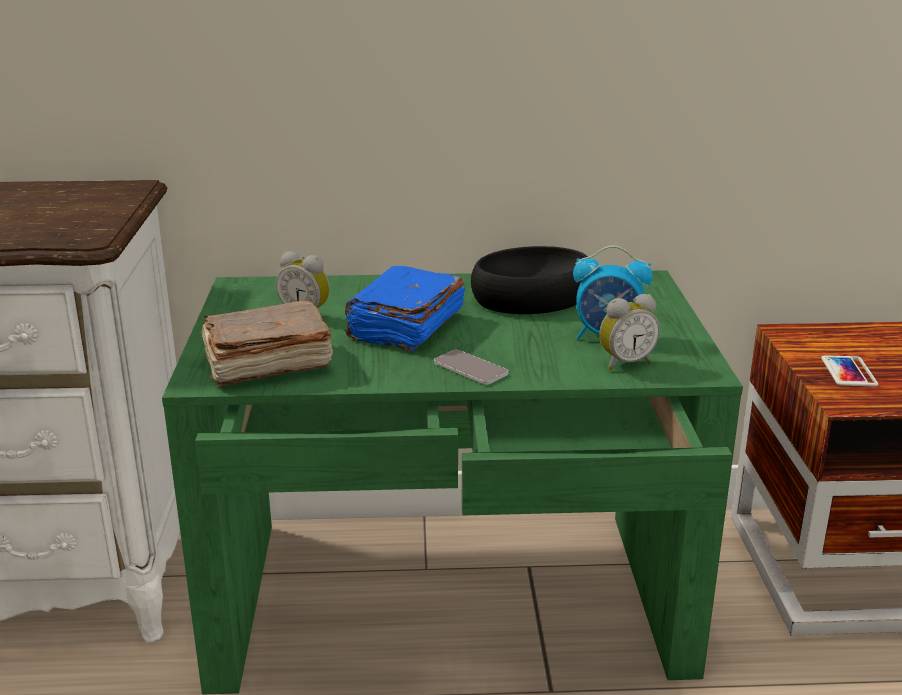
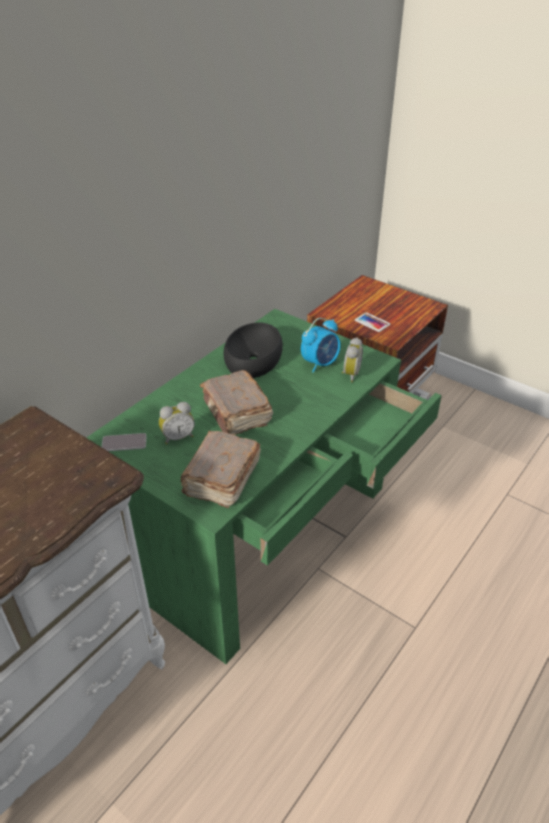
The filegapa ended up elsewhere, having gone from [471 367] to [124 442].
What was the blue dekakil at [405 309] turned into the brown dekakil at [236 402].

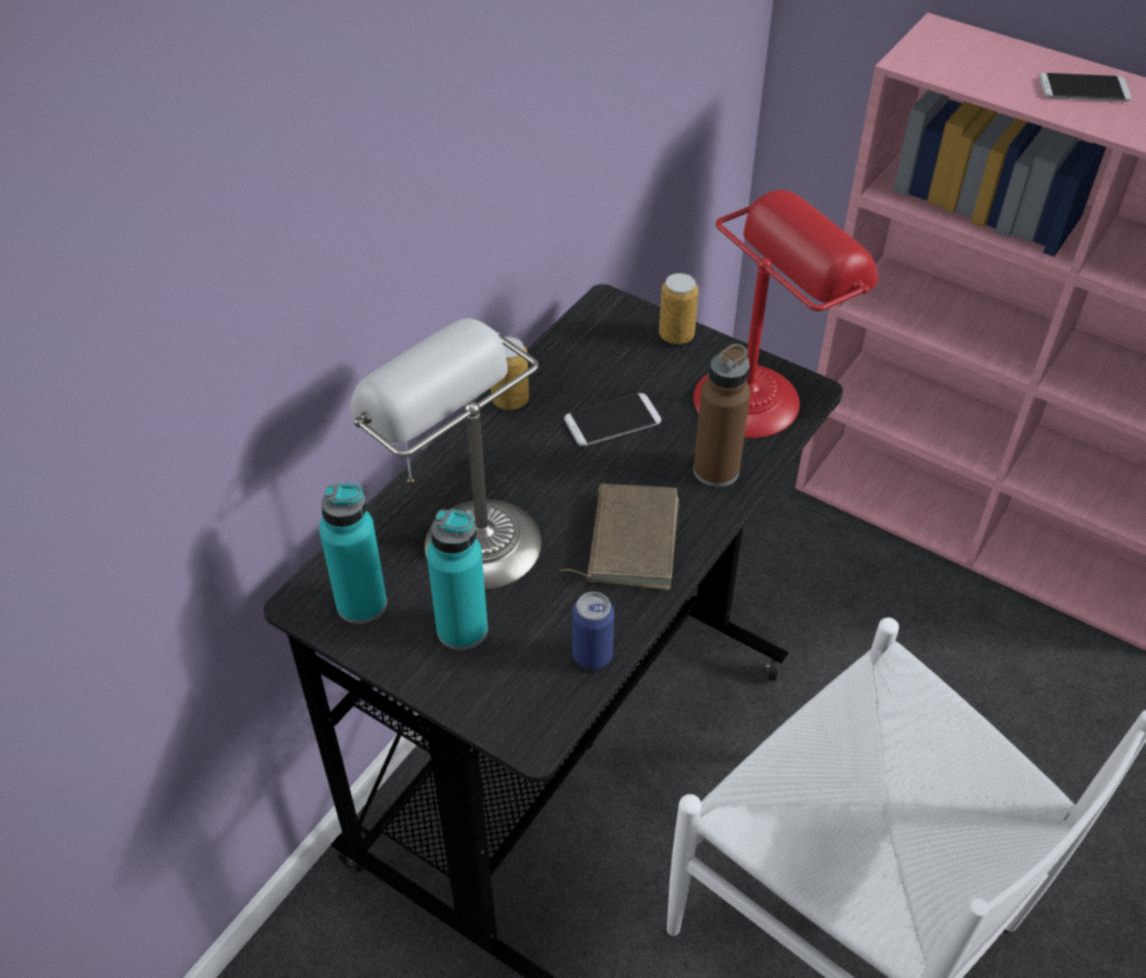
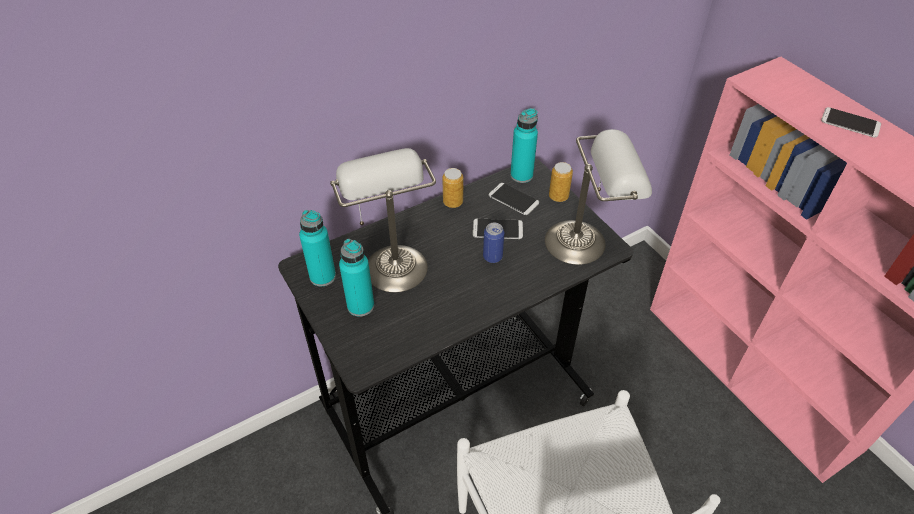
The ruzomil ended up elsewhere, having gone from [593 631] to [493 243].
The second view gained the filegapa at [514 199].
The second view gained the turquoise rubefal at [524 145].
What was the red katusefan at [785 314] turned into the white katusefan at [598 197].
The second view lost the brown dekakil at [620 537].
The second view lost the brown rubefal at [721 415].

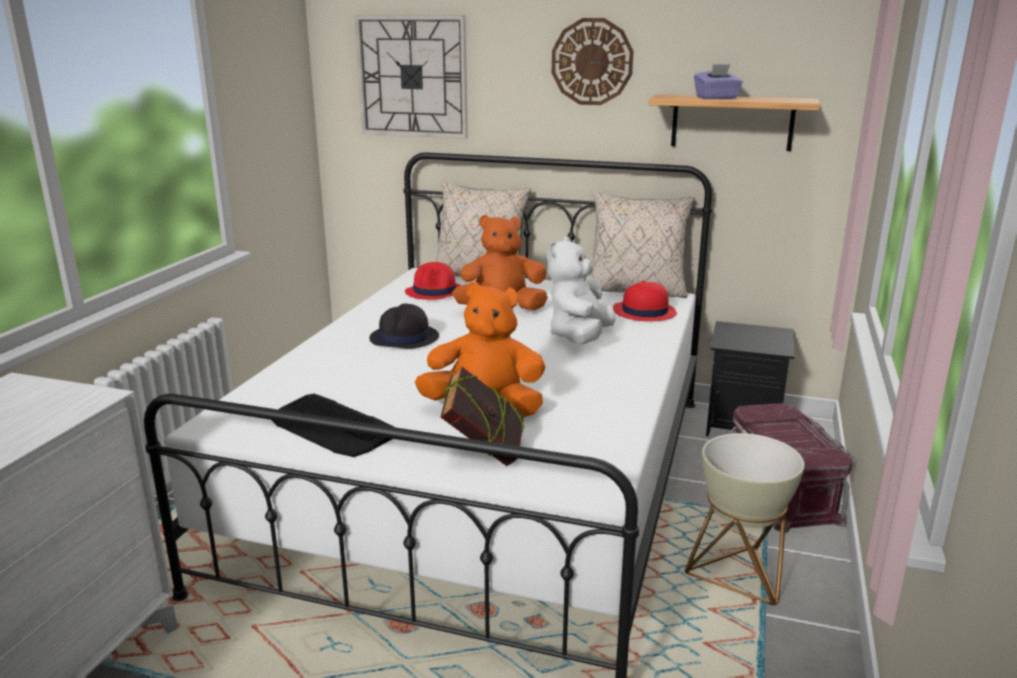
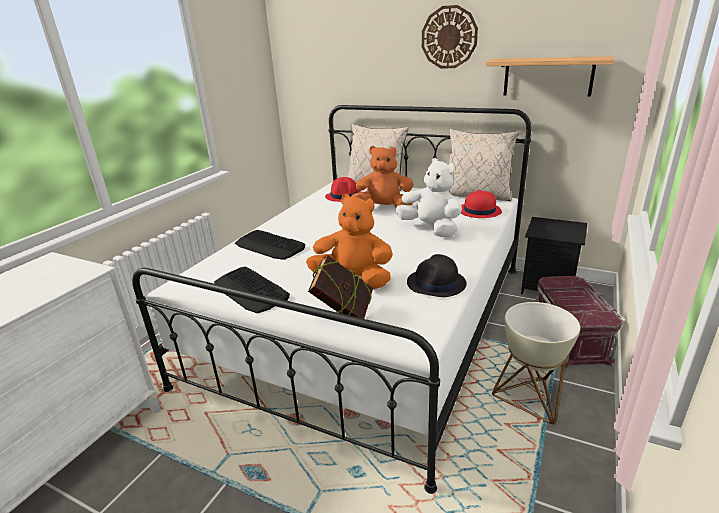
The second view gained the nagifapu at [270 245].
The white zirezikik at [581 290] ended up facing another way, 105 degrees clockwise from before.
The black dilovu ended up elsewhere, having gone from [404 326] to [437 275].
The second view lost the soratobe at [411 77].
The second view lost the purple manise at [718 81].

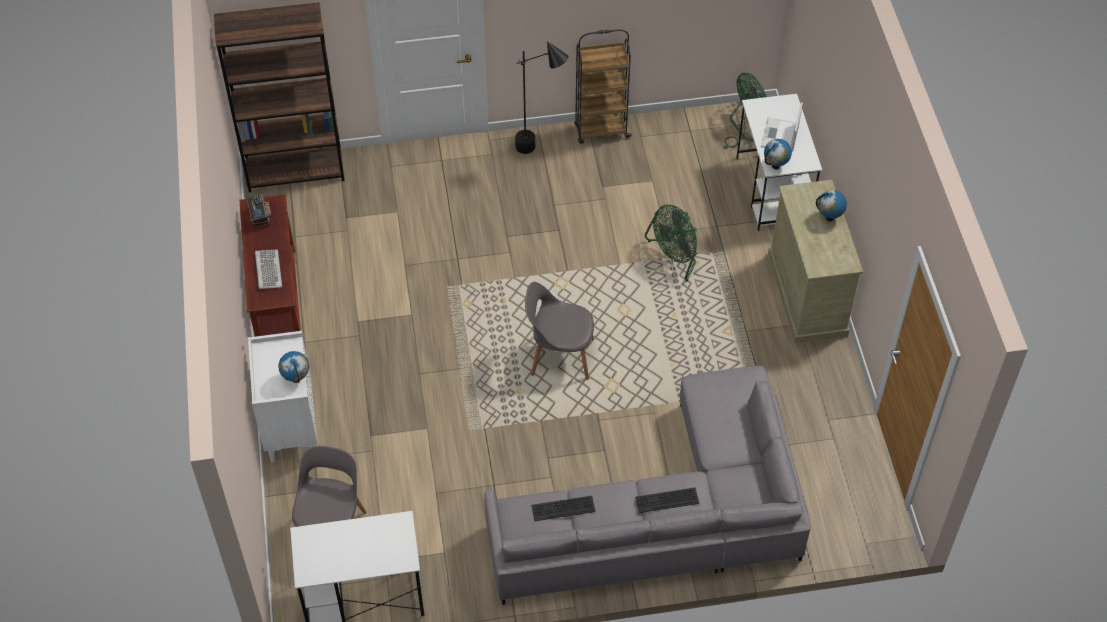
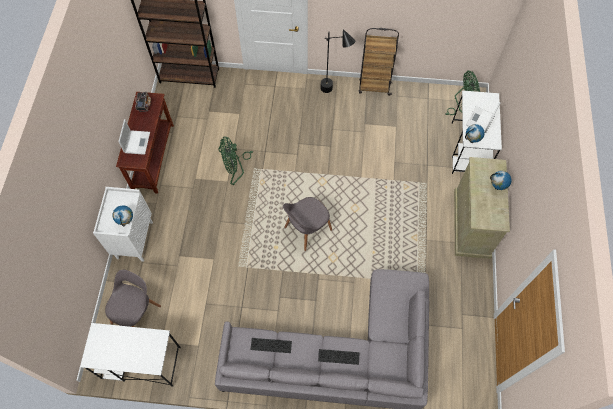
Where the nagifapu stood at [268 269], the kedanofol came to stand at [134 137].
The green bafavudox ended up elsewhere, having gone from [671 243] to [236 160].
The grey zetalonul at [559 331] ended up facing another way, 60 degrees counterclockwise from before.

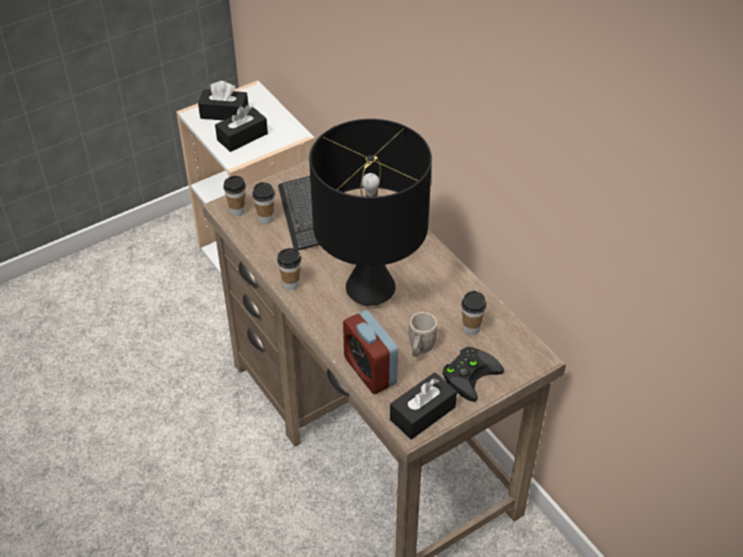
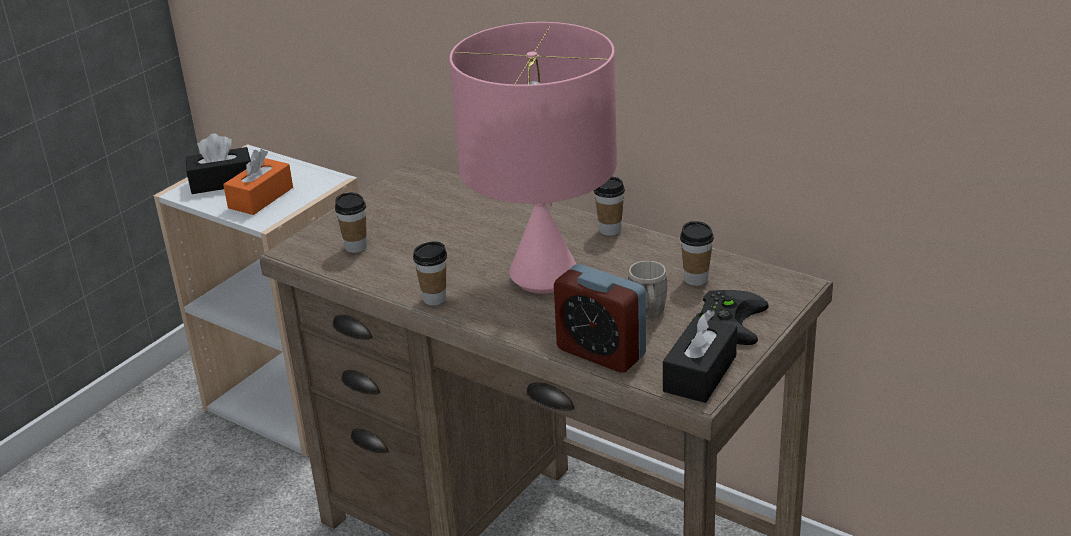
What was the black manise at [241 128] turned into the orange manise at [258 182].
What was the black katusefan at [370 212] turned into the pink katusefan at [533 158].
The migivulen ended up elsewhere, having gone from [234 196] to [609 206].
The second view lost the nagifapu at [299 213].

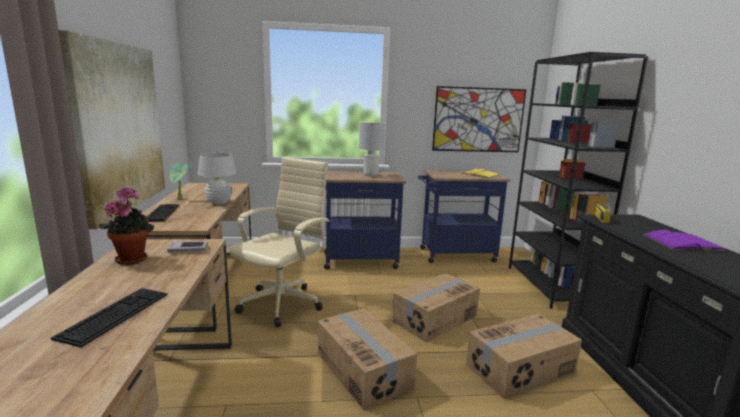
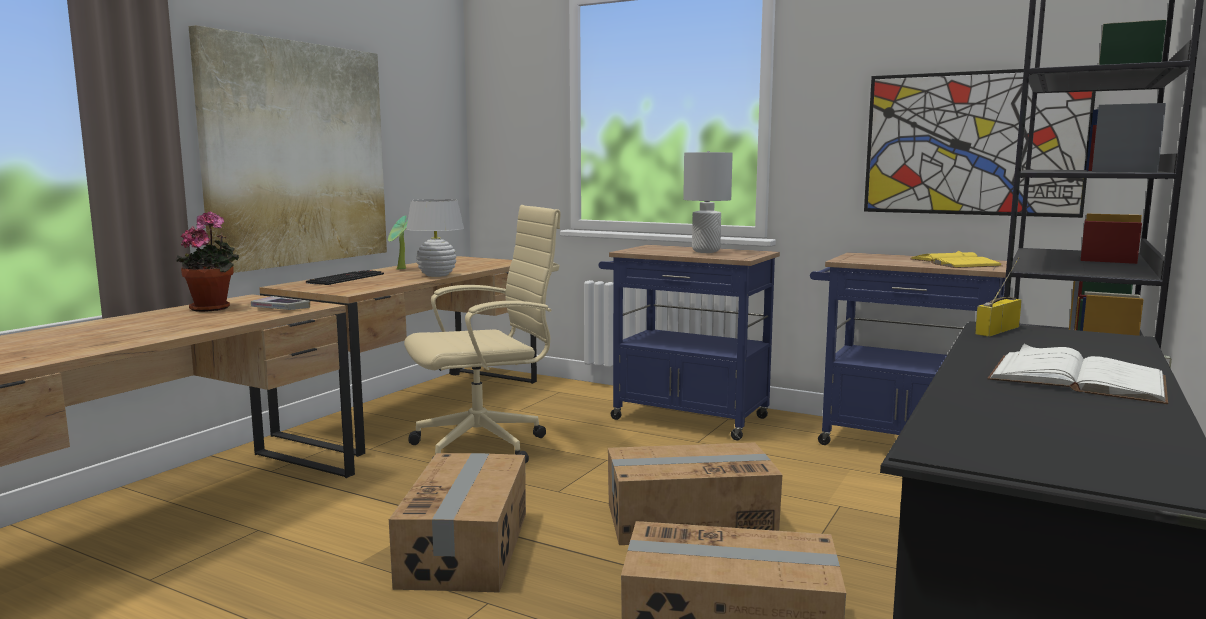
What was the purple dekakil at [685 240] turned into the white dekakil at [1077 374].
The second view lost the nagifapu at [109 317].

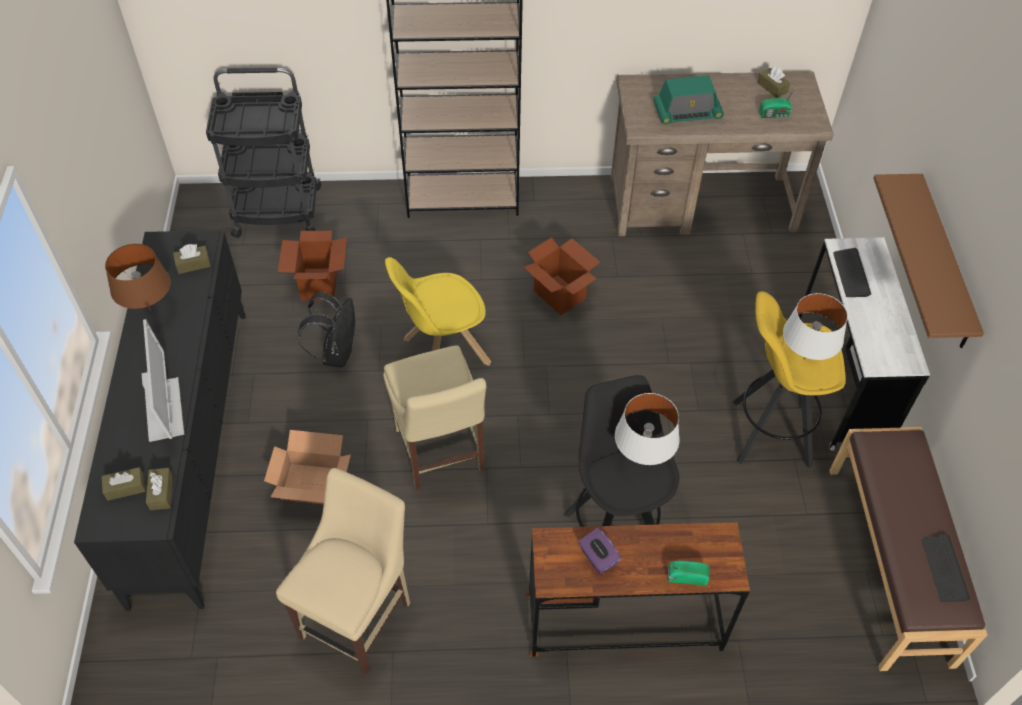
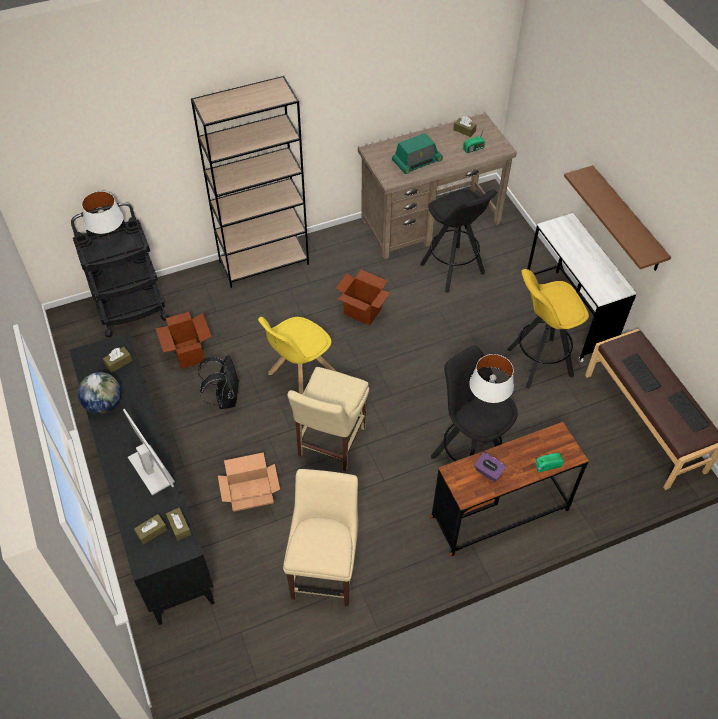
Where the brown katusefan stood at [138 277], the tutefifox came to stand at [99 393].
The white katusefan ended up elsewhere, having gone from [815 326] to [102 214].
The beige zetalonul at [435 417] ended up facing another way, 60 degrees clockwise from before.
The second view gained the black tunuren at [458 241].
The nagifapu ended up elsewhere, having gone from [852 272] to [641 373].

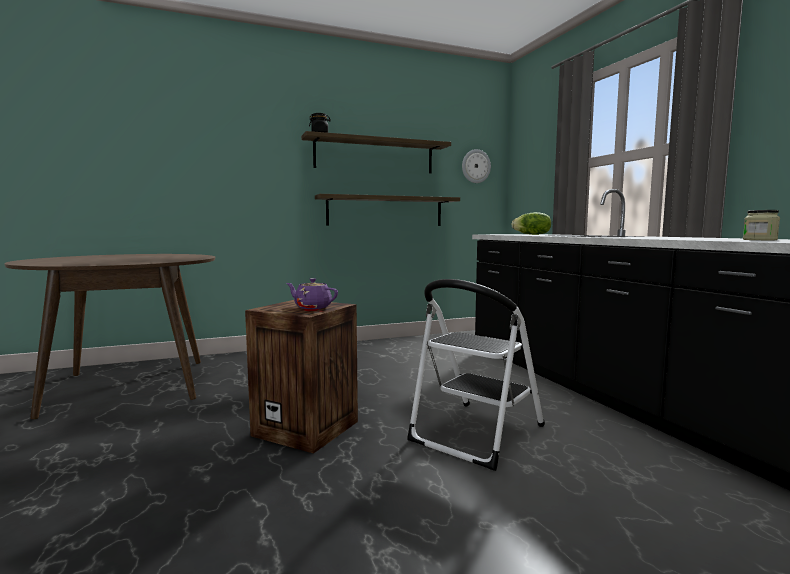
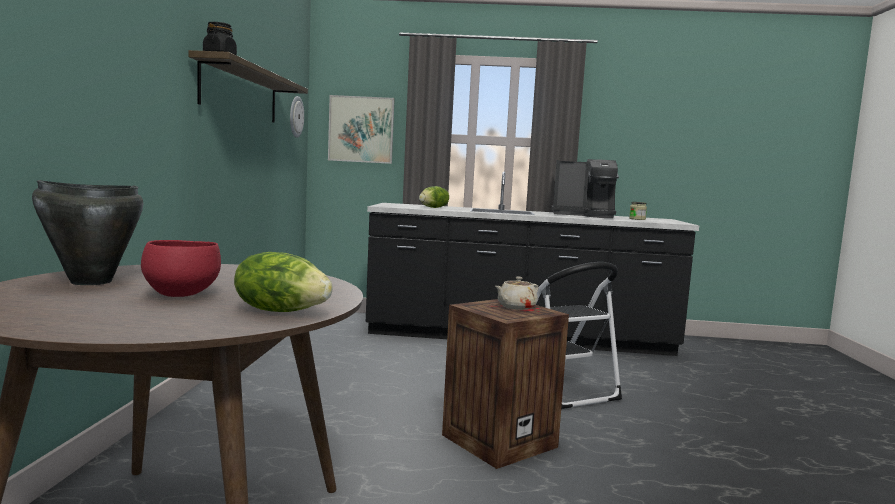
The second view gained the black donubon at [87 232].
The second view gained the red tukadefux at [181 268].
The second view gained the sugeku at [283 282].
The second view gained the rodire at [361 129].
What was the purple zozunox at [312 293] turned into the beige zozunox at [517 293].
The second view gained the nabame at [585 188].
The second view lost the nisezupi at [387 210].

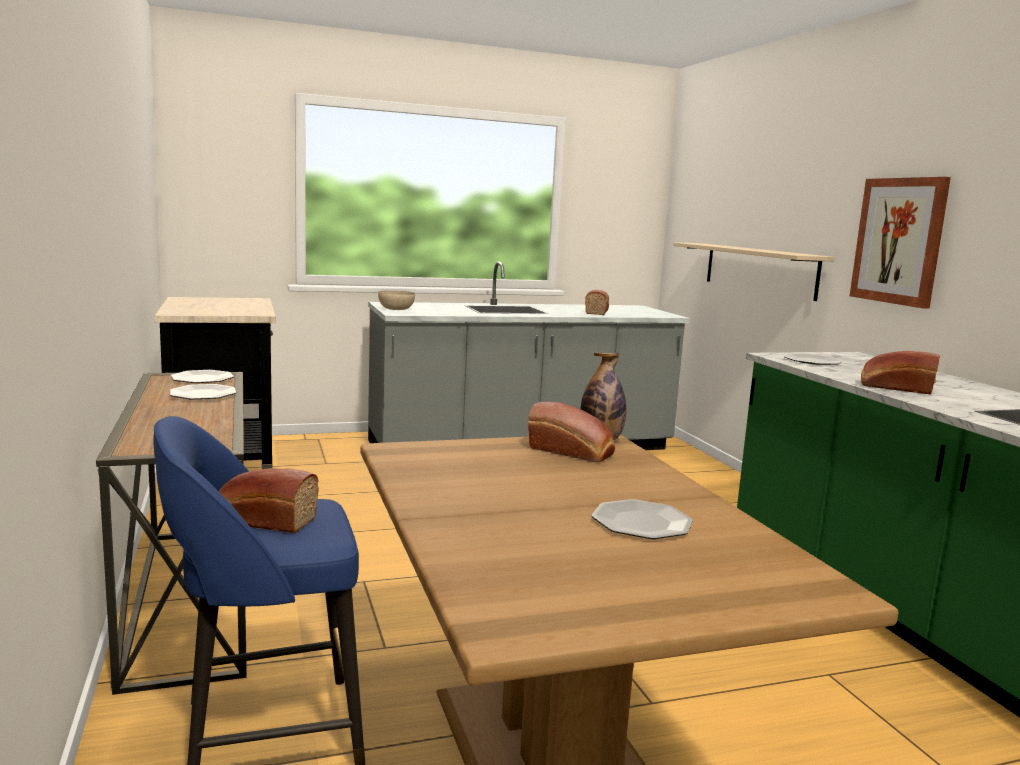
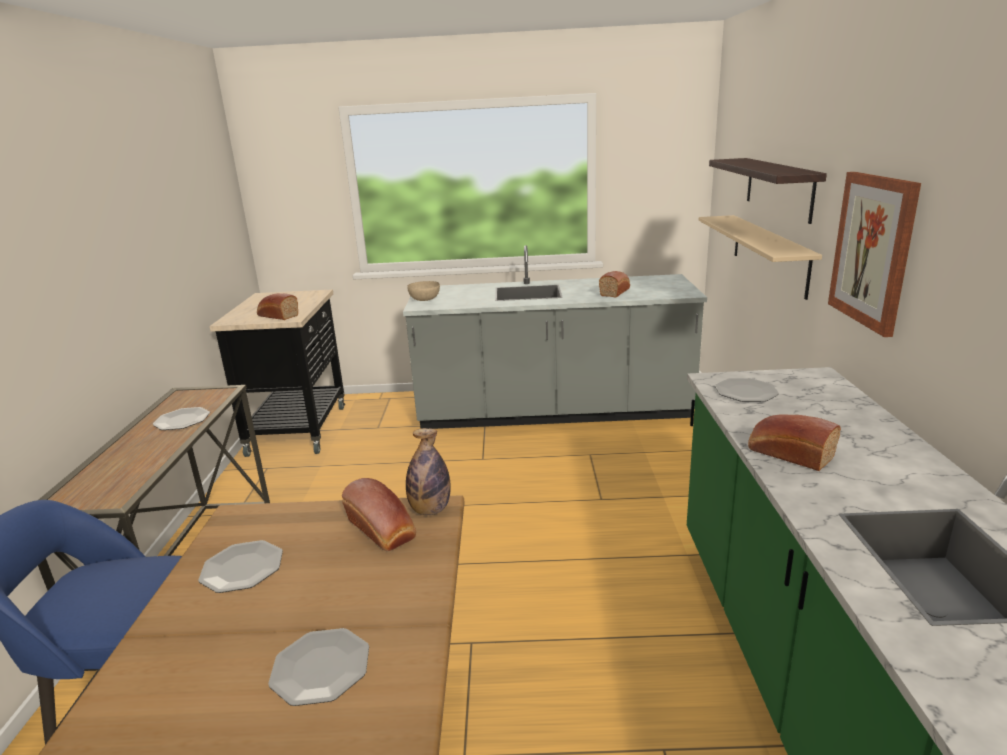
The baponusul ended up elsewhere, having gone from [202 376] to [240 566].
The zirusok ended up elsewhere, having gone from [269 500] to [277 306].
The second view gained the nisezupi at [768 191].

